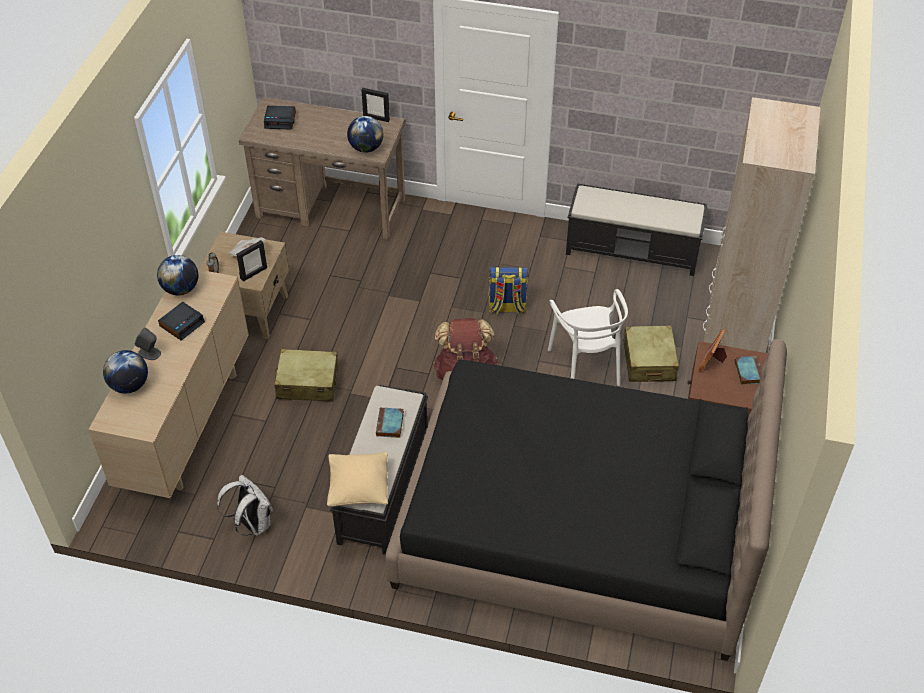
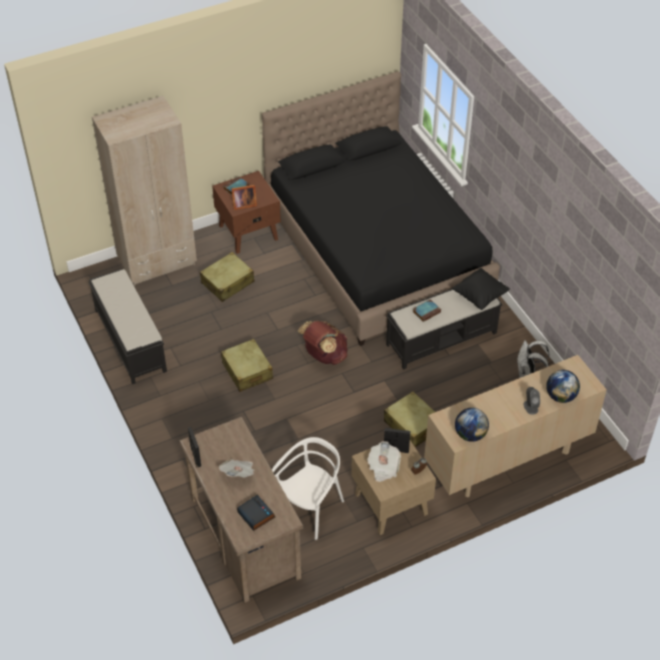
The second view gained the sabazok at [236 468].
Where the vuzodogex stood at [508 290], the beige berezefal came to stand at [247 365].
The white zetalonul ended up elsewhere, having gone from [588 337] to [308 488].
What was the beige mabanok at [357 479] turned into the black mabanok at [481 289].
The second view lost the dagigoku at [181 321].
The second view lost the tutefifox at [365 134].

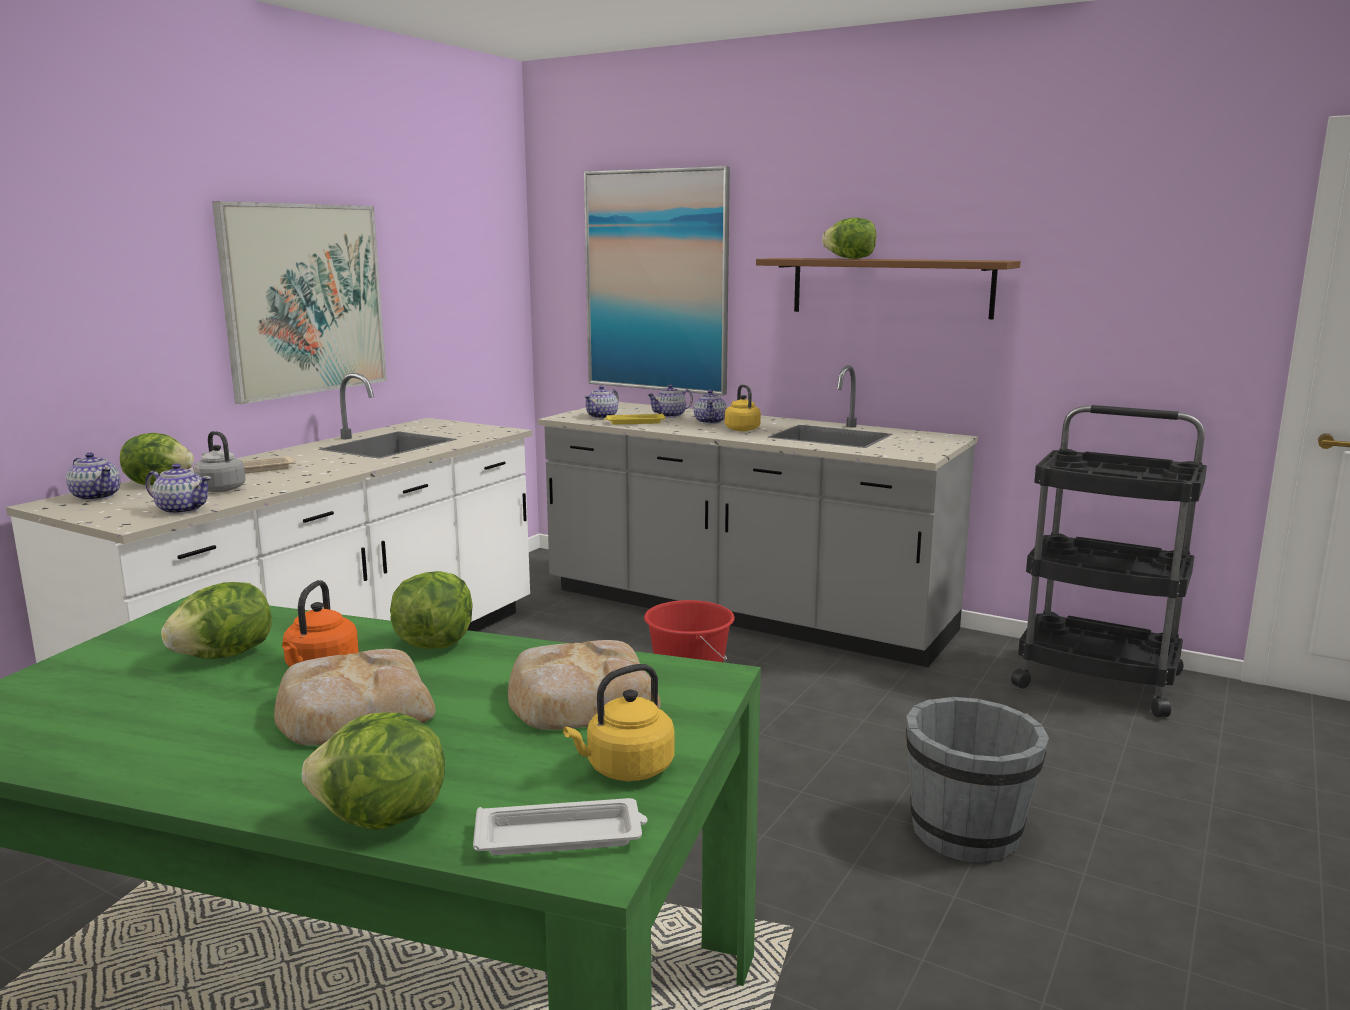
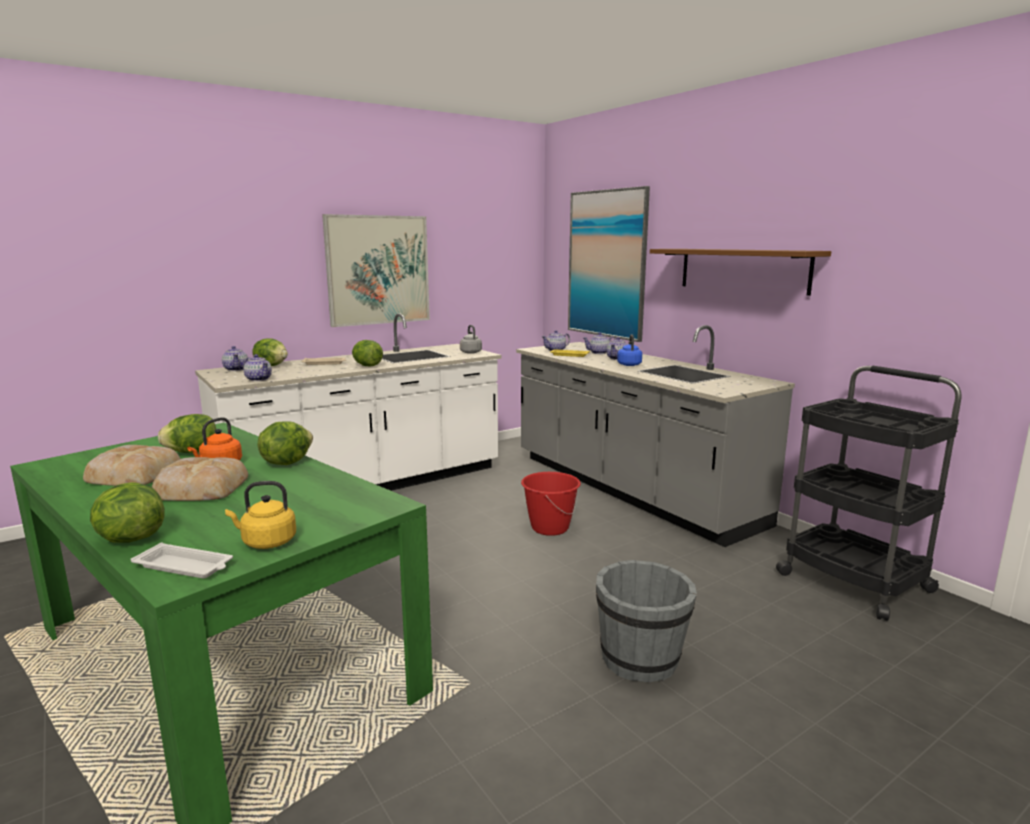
The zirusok ended up elsewhere, having gone from [584 685] to [132 465].
The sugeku ended up elsewhere, having gone from [849 238] to [367 353].
The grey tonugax ended up elsewhere, having gone from [219 461] to [471 339].
What was the yellow tonugax at [743 408] turned into the blue tonugax at [629 350].

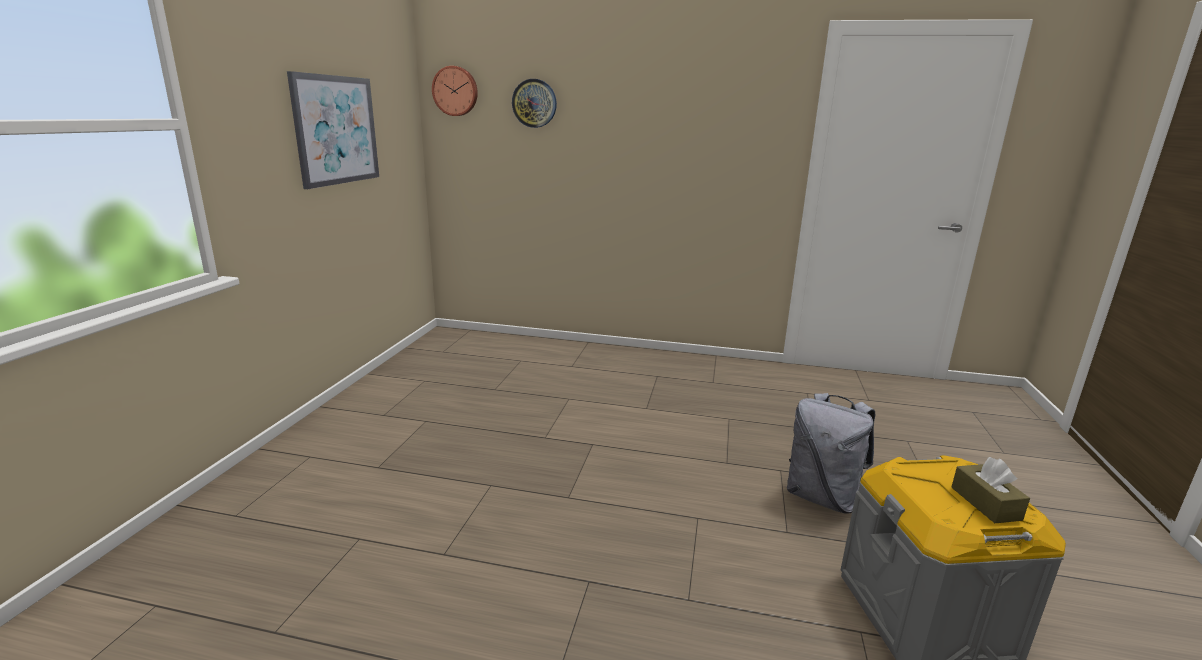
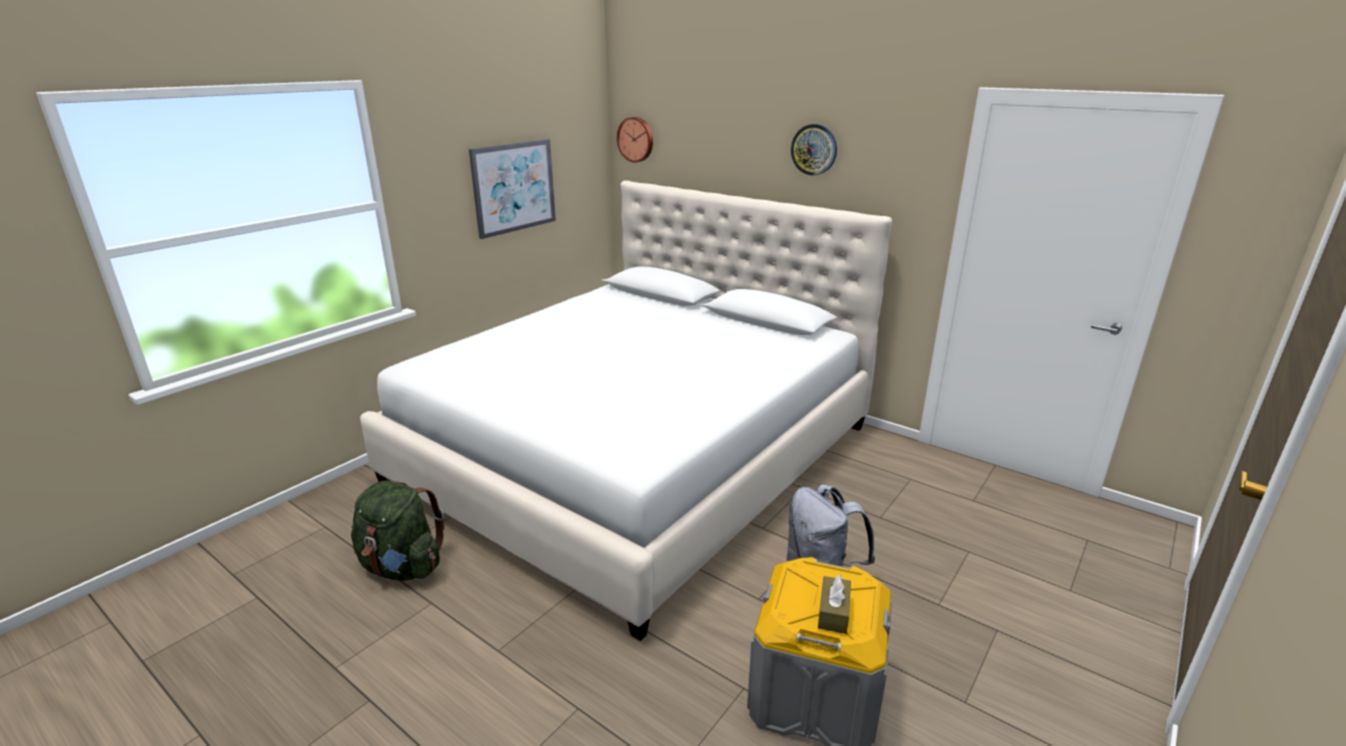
The second view gained the green vuzodogex at [397 530].
The second view gained the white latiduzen at [626 411].
The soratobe ended up elsewhere, having gone from [534 103] to [814 149].

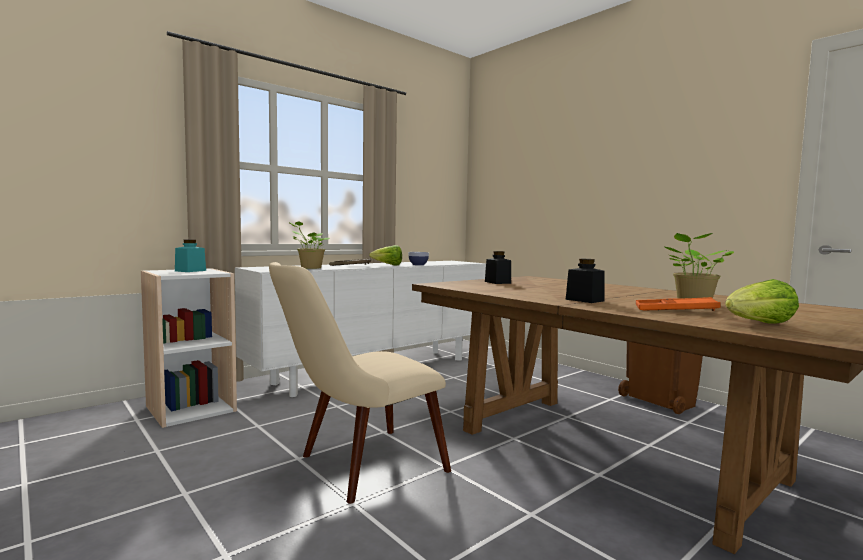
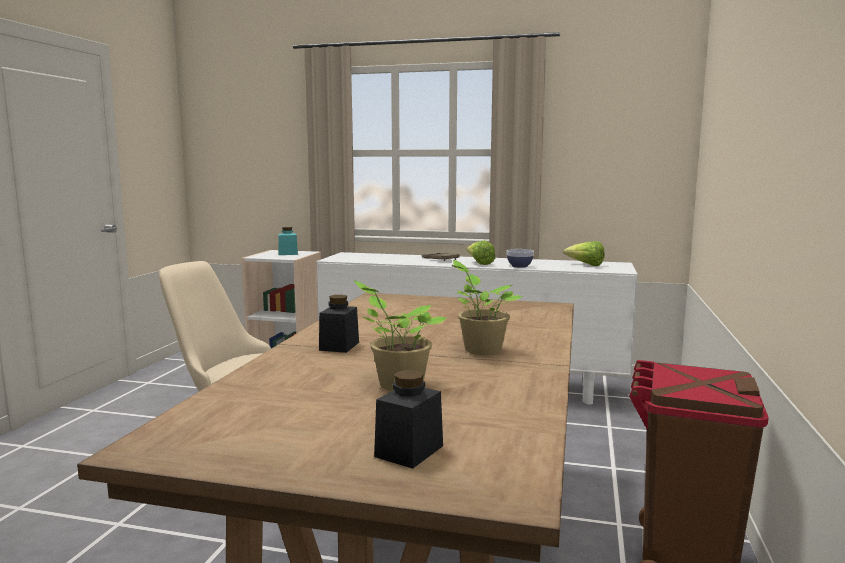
The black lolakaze ended up elsewhere, having gone from [498 267] to [408 419].
The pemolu ended up elsewhere, having gone from [309 245] to [487 307].
The sugeku ended up elsewhere, having gone from [762 301] to [583 253].
The second view lost the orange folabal at [678 304].

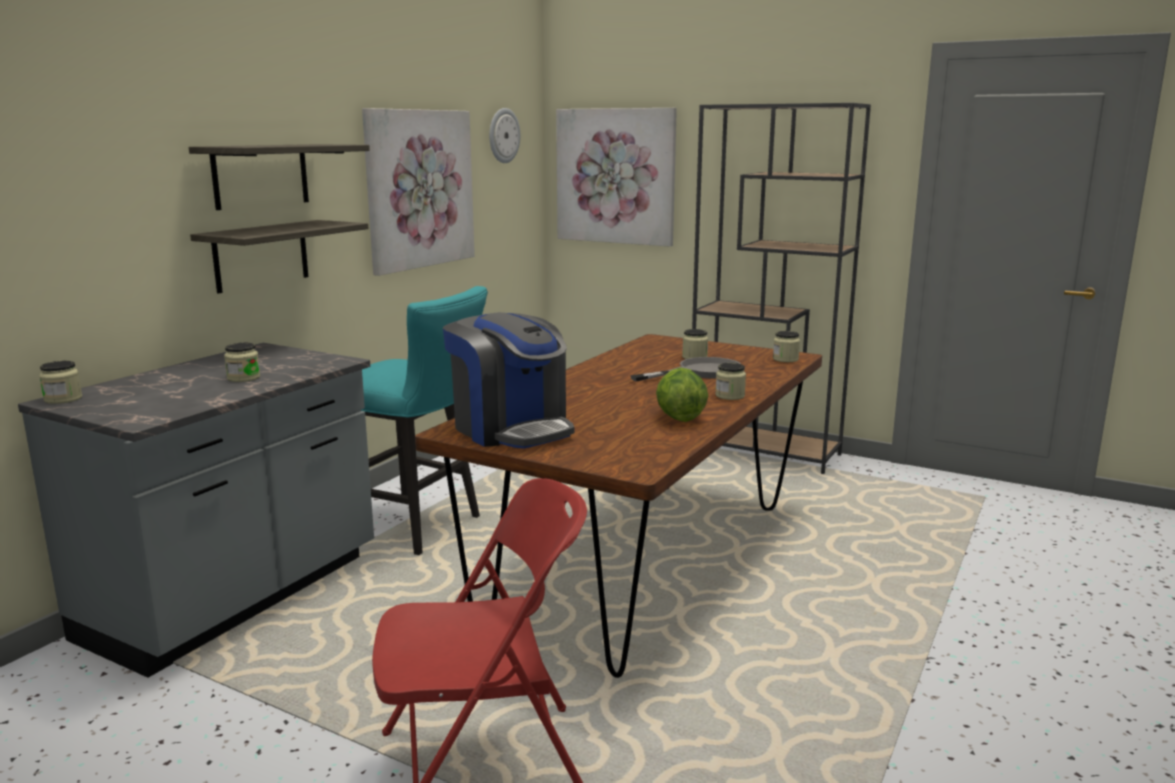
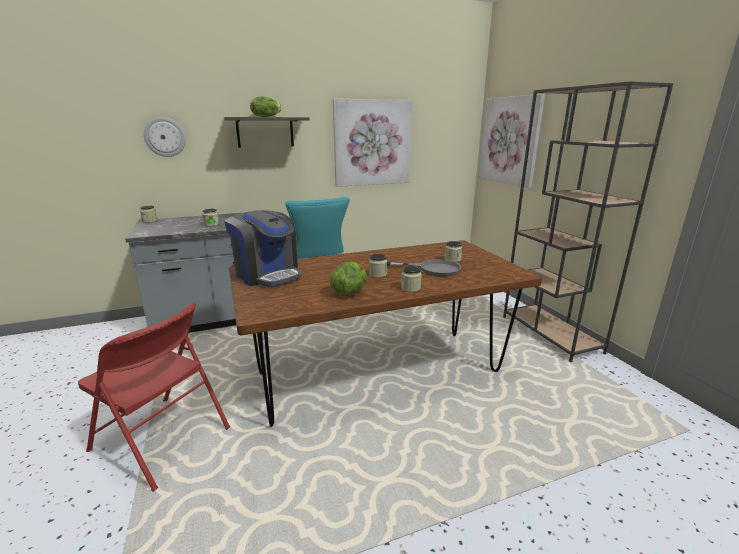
The soratobe ended up elsewhere, having gone from [504 135] to [165 137].
The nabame at [508 380] ended up facing another way, 45 degrees counterclockwise from before.
The second view gained the sugeku at [266 106].
The lolakaze ended up elsewhere, having gone from [786 346] to [378 266].
The second view lost the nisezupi at [279 256].

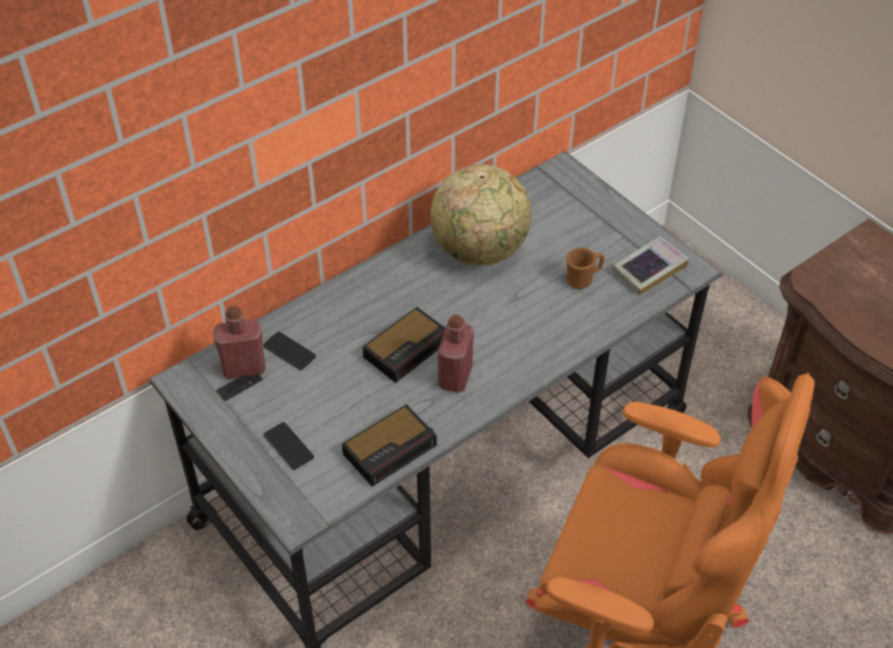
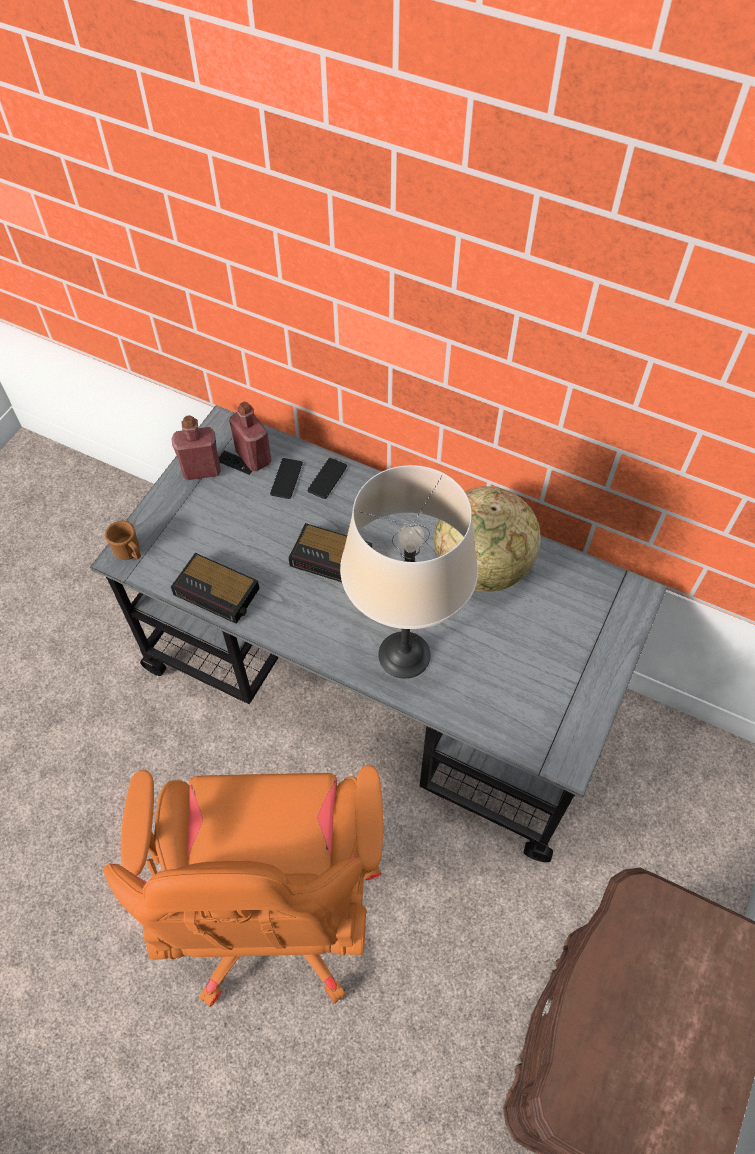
The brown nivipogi ended up elsewhere, having gone from [585 268] to [123 540].
The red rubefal ended up elsewhere, having gone from [456 353] to [196 447].
The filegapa ended up elsewhere, having gone from [288 446] to [327 478].
The second view gained the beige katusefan at [409 572].
The second view lost the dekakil at [650 265].

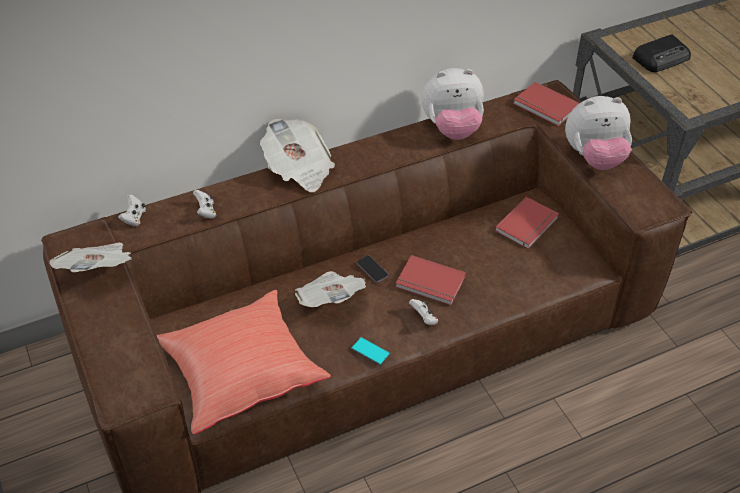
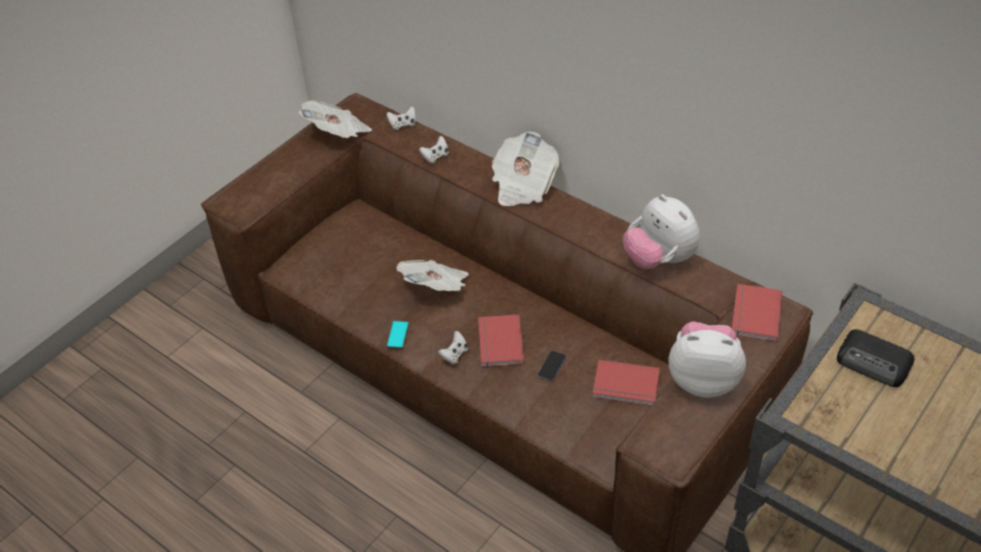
The filegapa ended up elsewhere, having gone from [373 269] to [552 366].
The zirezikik at [598 133] ended up facing another way, 135 degrees clockwise from before.
The second view lost the red mabanok at [244 362].

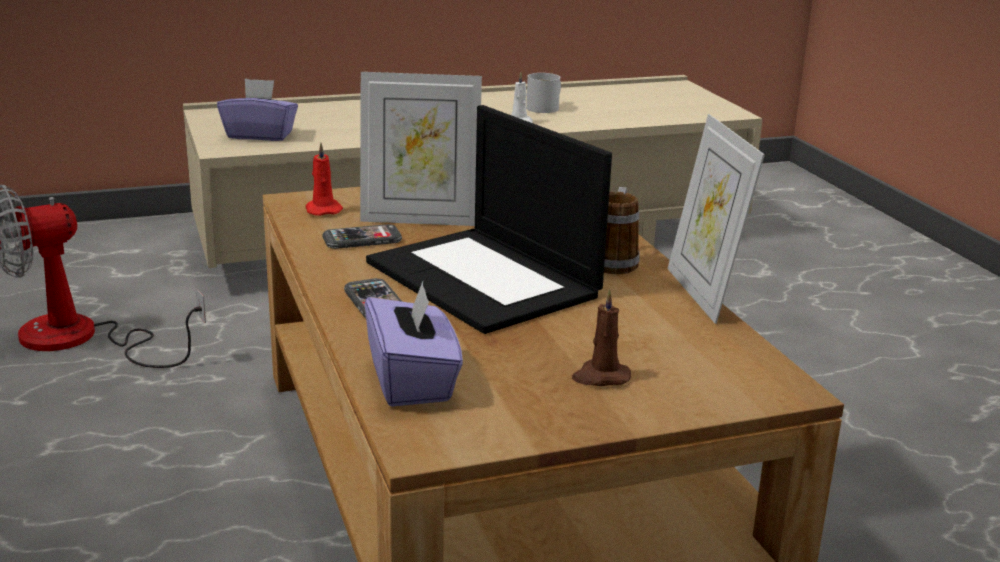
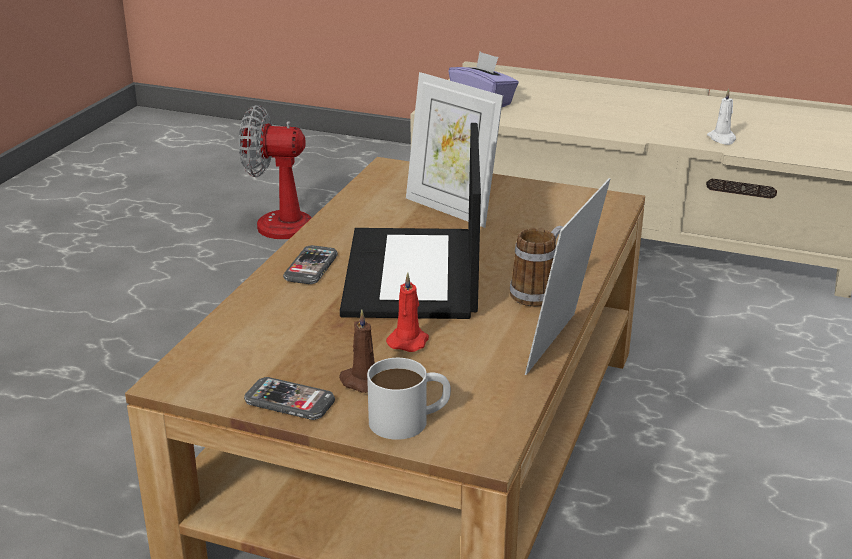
The filegapa ended up elsewhere, having gone from [362 236] to [289 398].
The white nivipogi ended up elsewhere, having gone from [543 93] to [409 399].
The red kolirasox ended up elsewhere, having gone from [324 179] to [407 312].
The second view lost the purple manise at [414 344].

